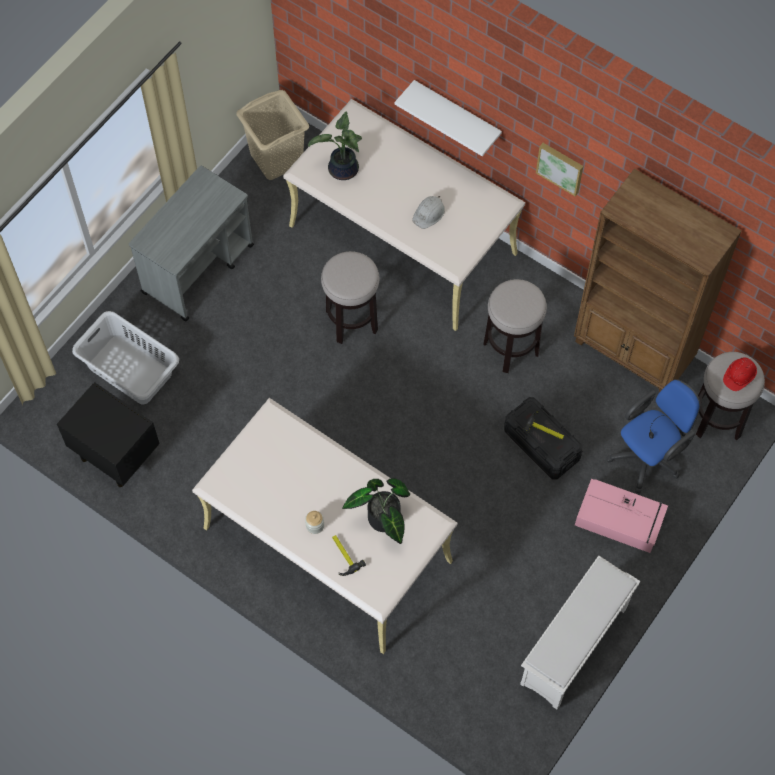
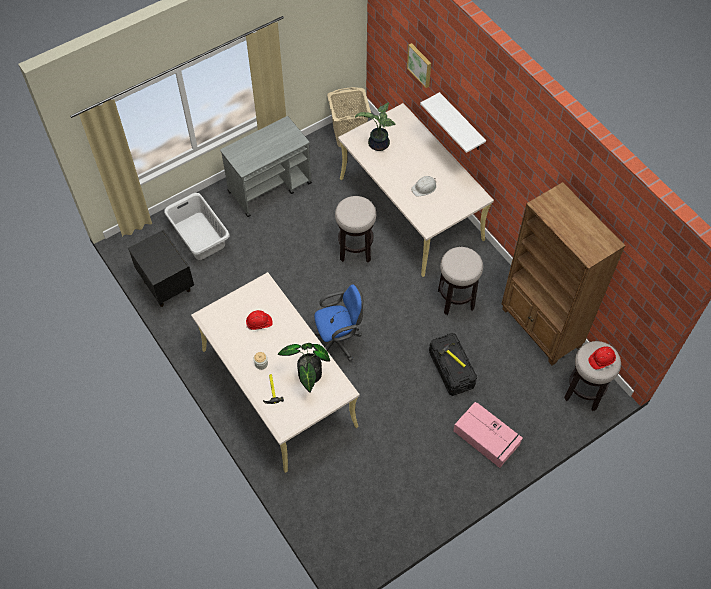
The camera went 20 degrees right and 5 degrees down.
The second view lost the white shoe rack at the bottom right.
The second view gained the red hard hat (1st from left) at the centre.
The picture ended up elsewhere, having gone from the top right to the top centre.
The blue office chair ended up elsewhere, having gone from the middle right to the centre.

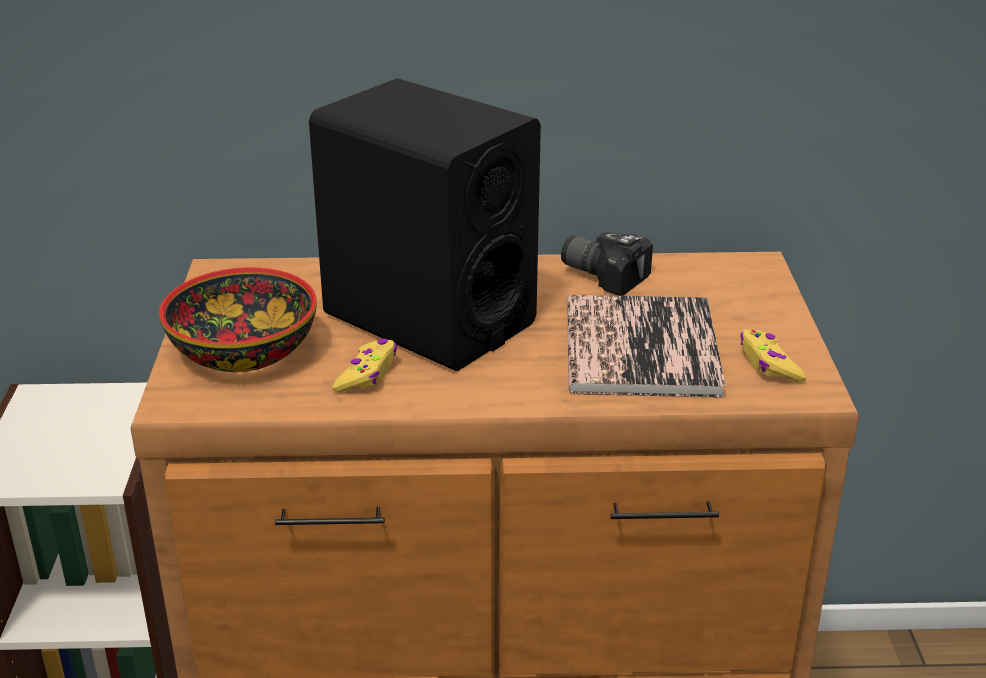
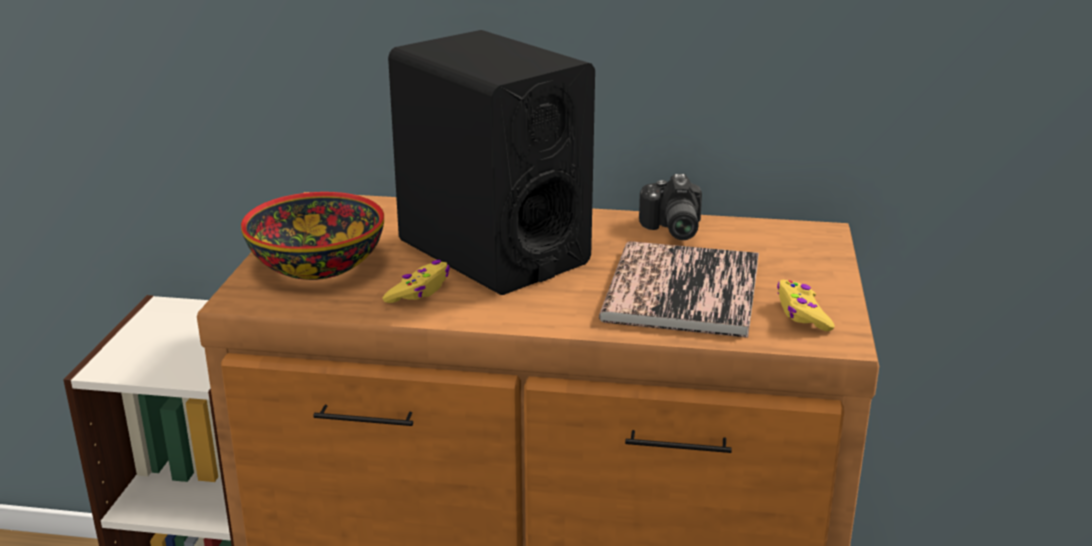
The camera went 10 degrees right and 5 degrees down.
The photo camera at the centre ended up facing another way, 135 degrees counterclockwise from before.

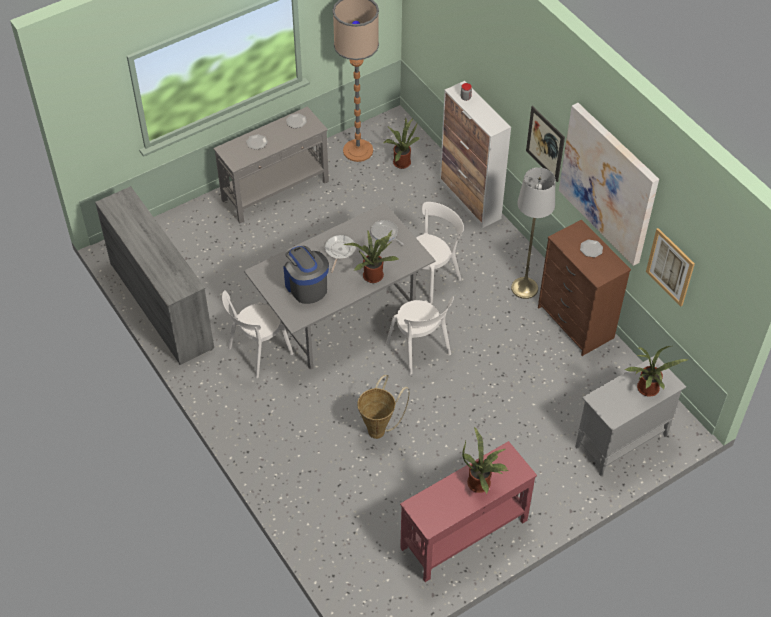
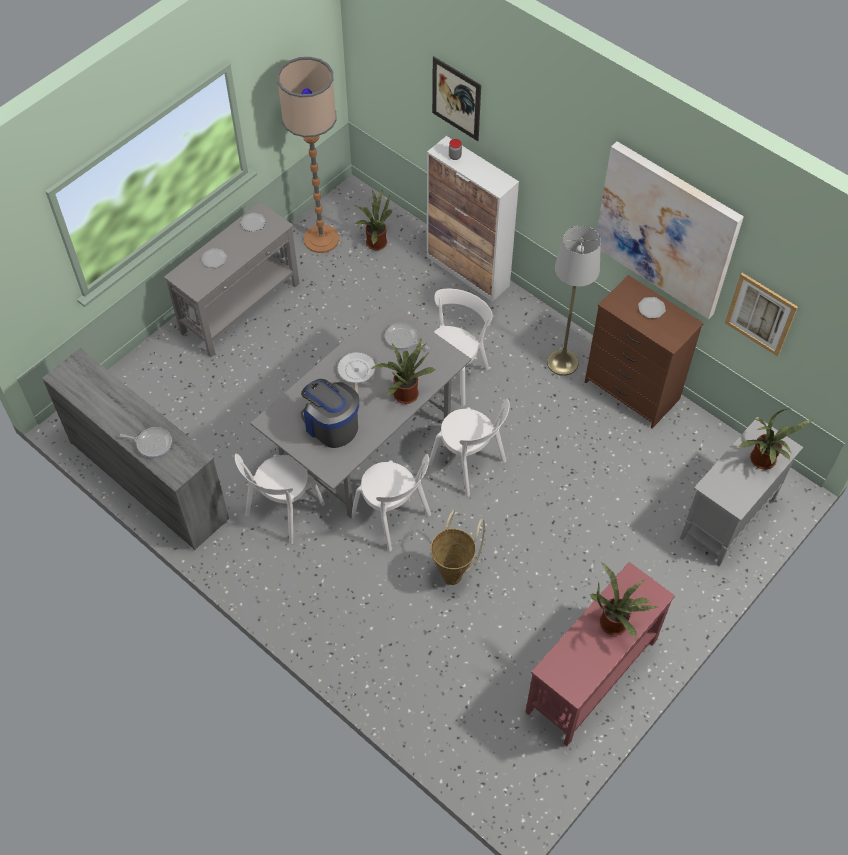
The camera went 15 degrees left and 5 degrees up.
The second view gained the frying pan (1st from left) at the middle left.
The second view gained the white chair (2nd from left) at the centre.
The picture (1st from left) ended up elsewhere, having gone from the top right to the top centre.

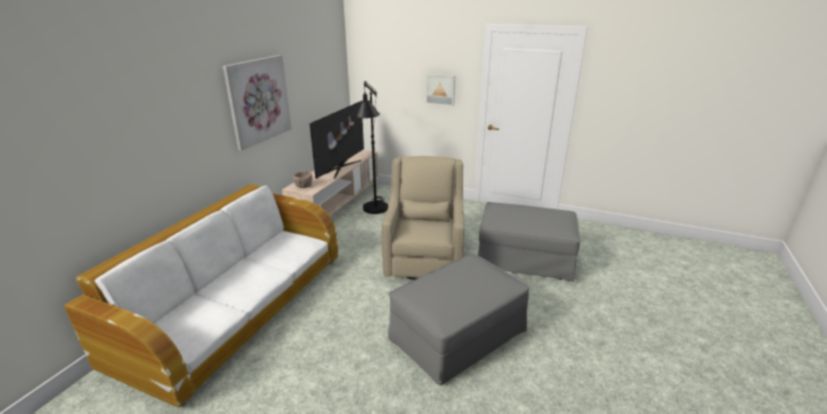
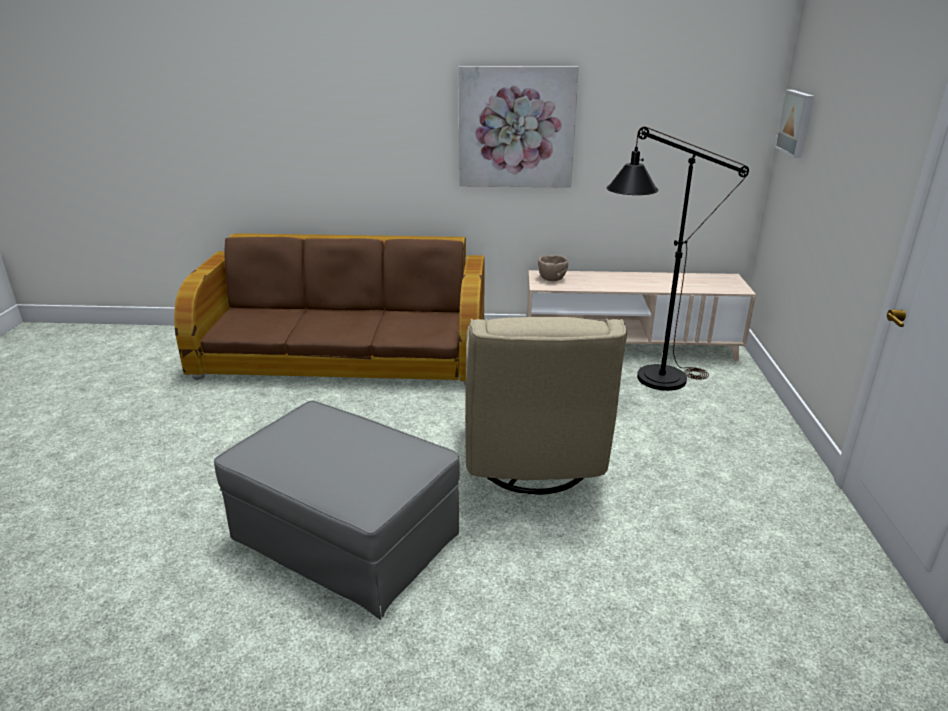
The camera went 70 degrees right and 0 degrees up.
The second view lost the television at the centre.
The second view lost the grey ottoman (2nd from left) at the centre.
The picture (2nd from left) ended up elsewhere, having gone from the top centre to the top right.
What was the white sofa at the bottom left turned into the brown sofa at the centre.
The beige armchair at the centre ended up facing another way, 105 degrees clockwise from before.

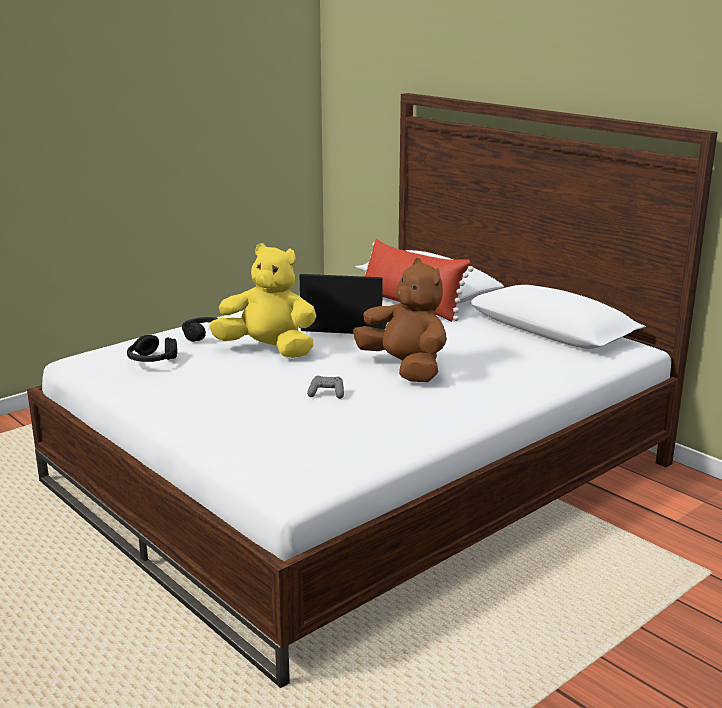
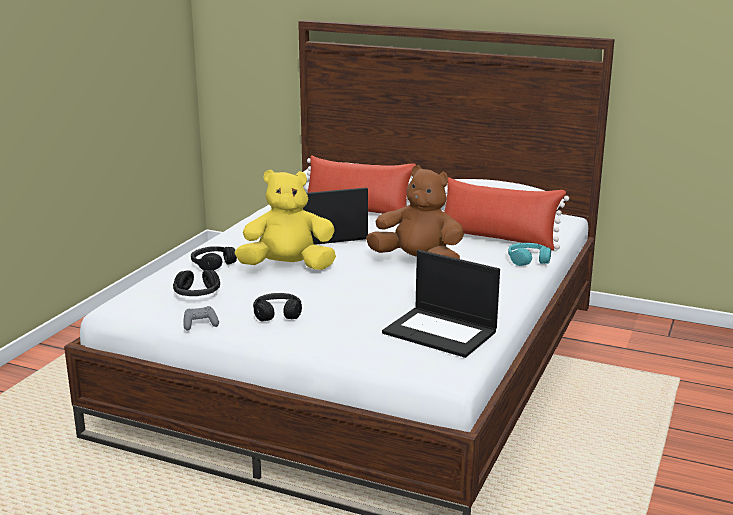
The camera went 25 degrees left and 0 degrees up.
The second view gained the black headphones (3rd from left) at the centre.
The second view gained the laptop (2nd from left) at the centre.
The second view gained the red pillow (2nd from left) at the middle right.
The second view gained the turquoise headphones at the middle right.
The grey game controller ended up elsewhere, having gone from the centre to the middle left.

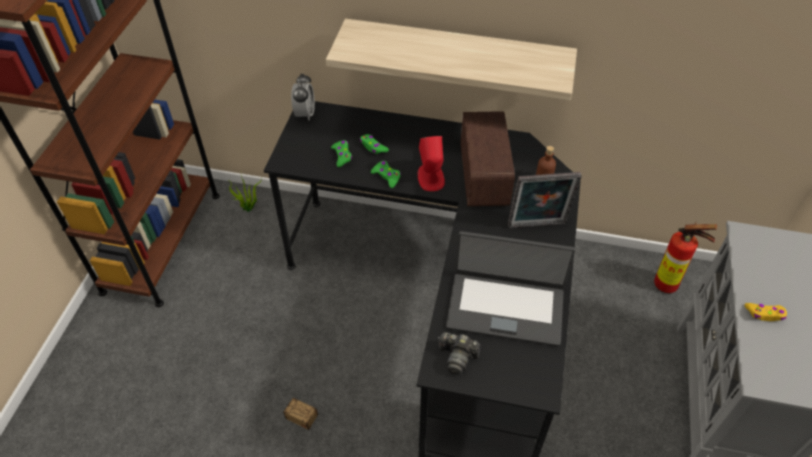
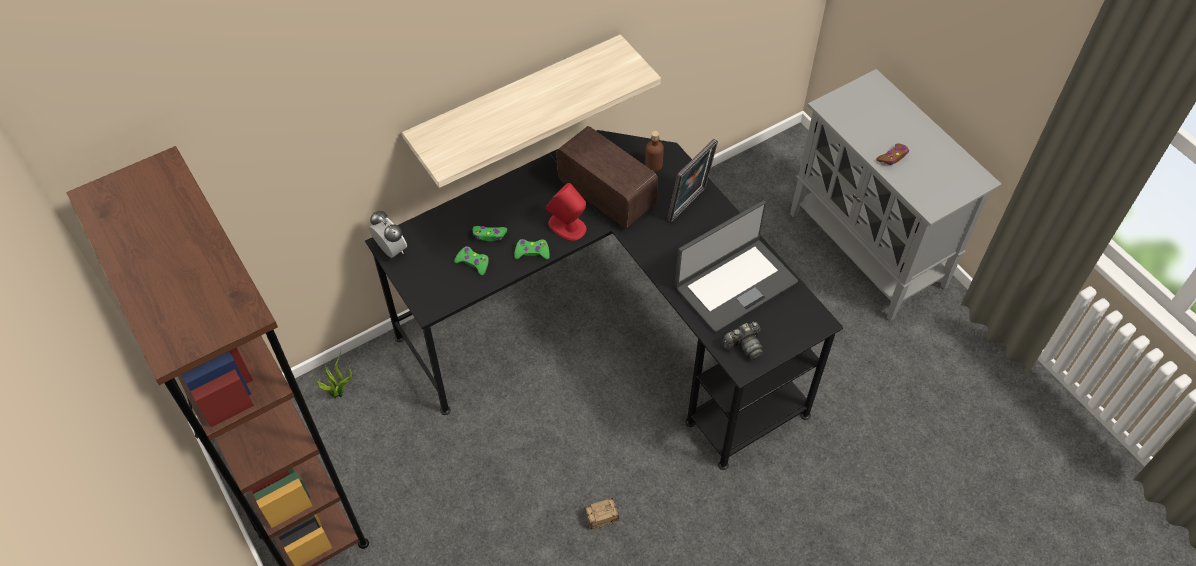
The camera went 45 degrees left and 5 degrees up.
The second view lost the fire extinguisher at the middle right.
What was the yellow game controller at the bottom right turned into the brown game controller at the top right.

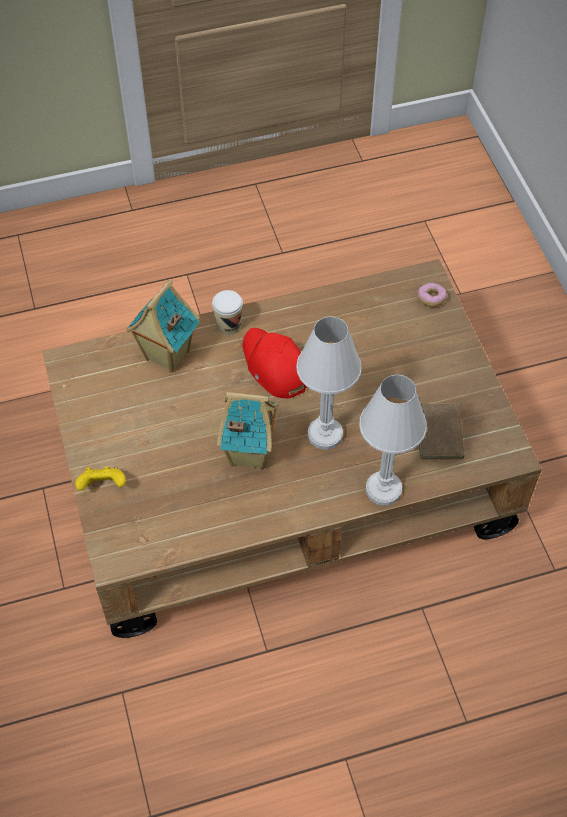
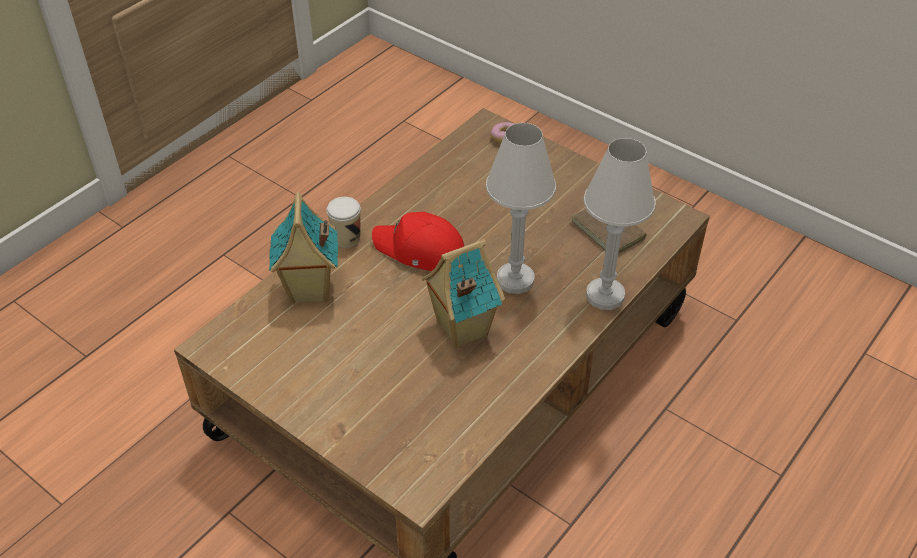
The camera went 35 degrees left and 10 degrees down.
The second view lost the yellow game controller at the middle left.

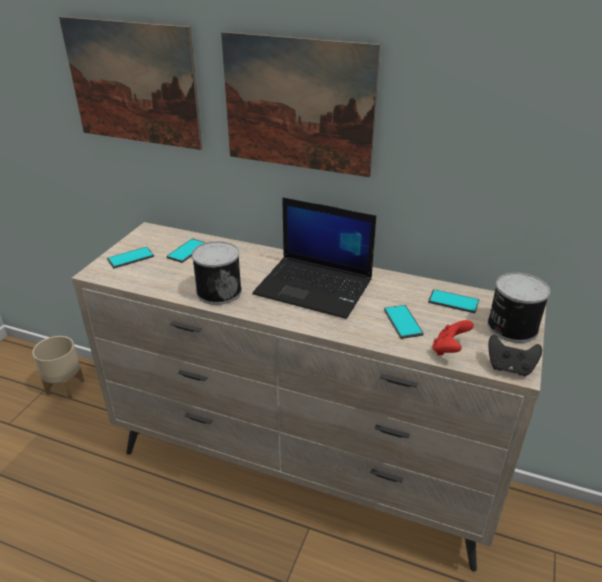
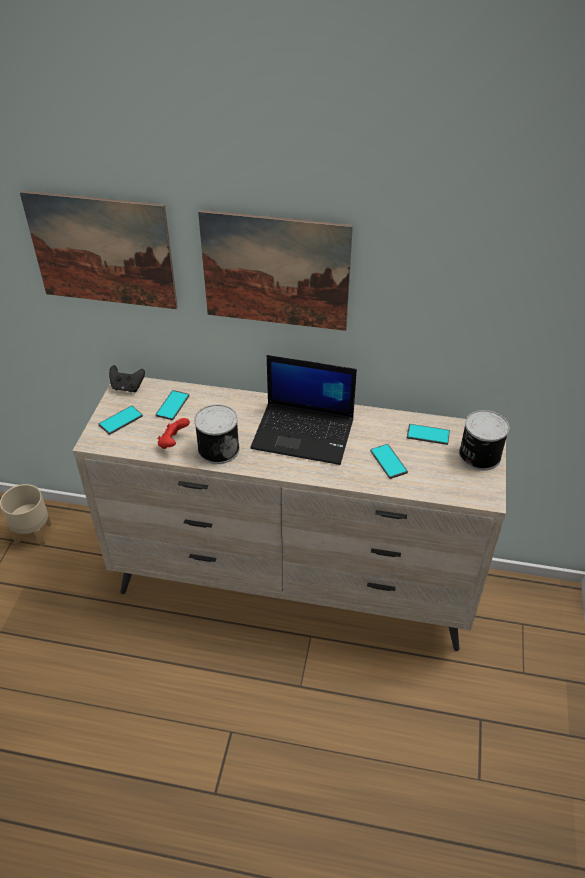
The camera went 10 degrees left and 10 degrees up.
The red game controller ended up elsewhere, having gone from the middle right to the middle left.
The black game controller ended up elsewhere, having gone from the middle right to the middle left.

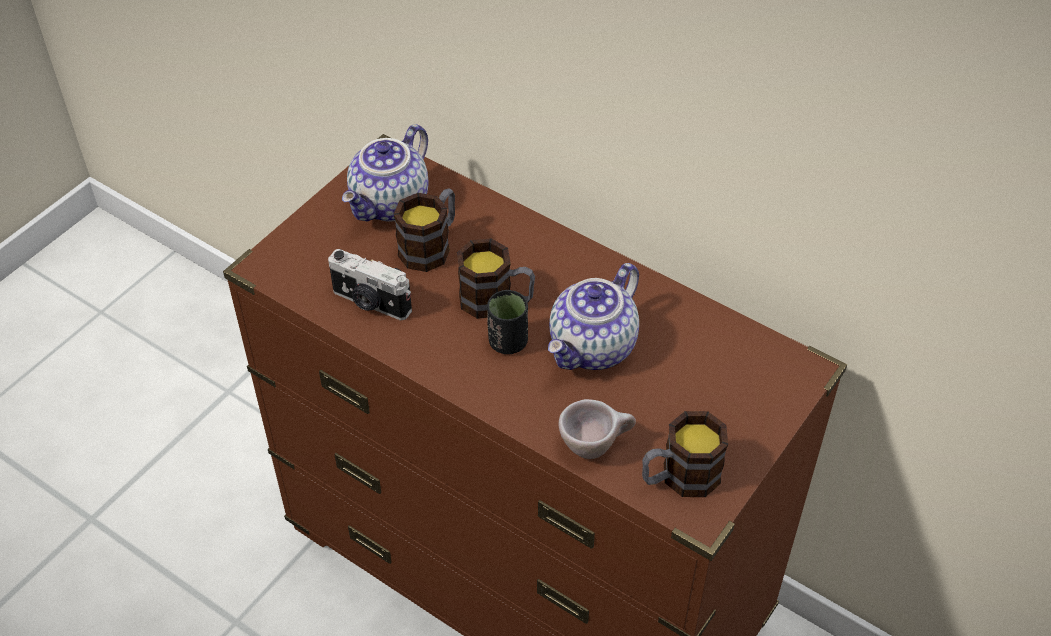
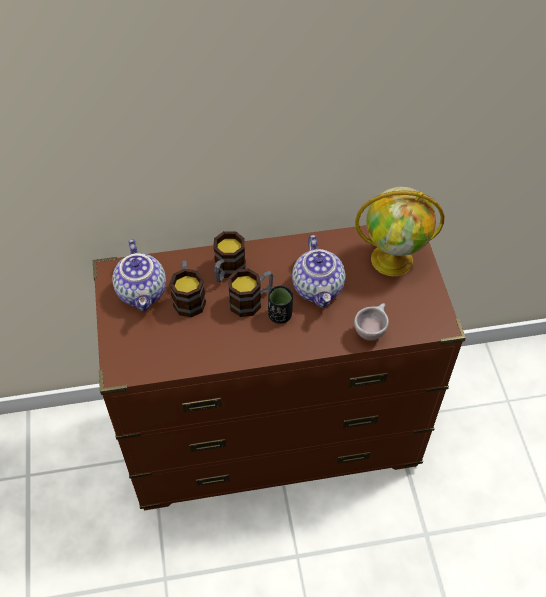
The camera went 45 degrees left and 5 degrees up.
The second view lost the photo camera at the centre.
The second view gained the globe at the middle right.
The mug (3rd from left in the first image) ended up elsewhere, having gone from the bottom centre to the centre.

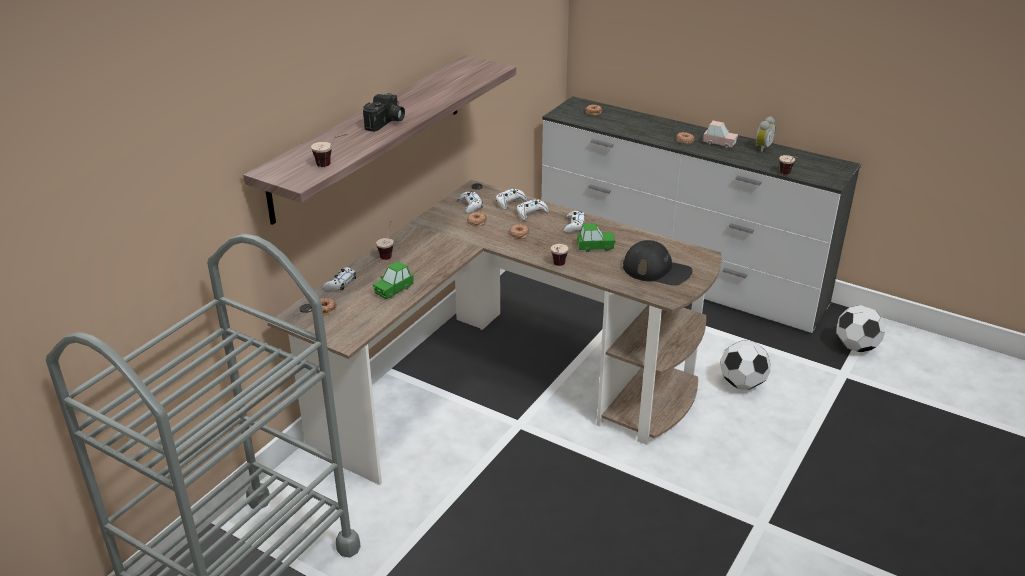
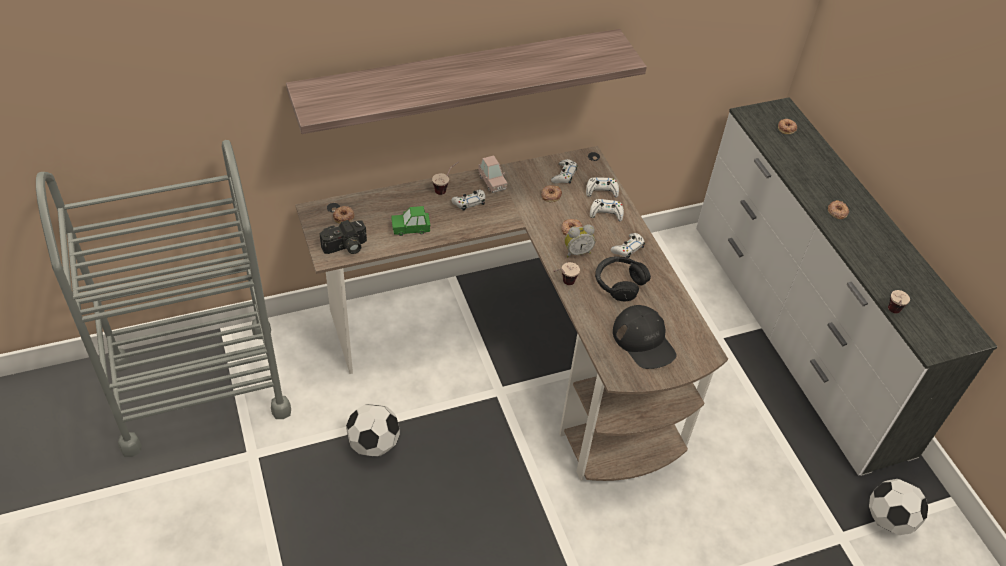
The camera went 35 degrees right and 15 degrees up.
The second view lost the cup (1st from left) at the top left.
The white game controller (1st from left) ended up elsewhere, having gone from the middle left to the centre.
The photo camera ended up elsewhere, having gone from the top centre to the centre.
The pink toy car ended up elsewhere, having gone from the top right to the top centre.
The football (1st from left) ended up elsewhere, having gone from the middle right to the bottom centre.
The alarm clock ended up elsewhere, having gone from the top right to the centre.
Where the green toy car (2nd from left) stood at the centre, the black headphones came to stand at the centre.

